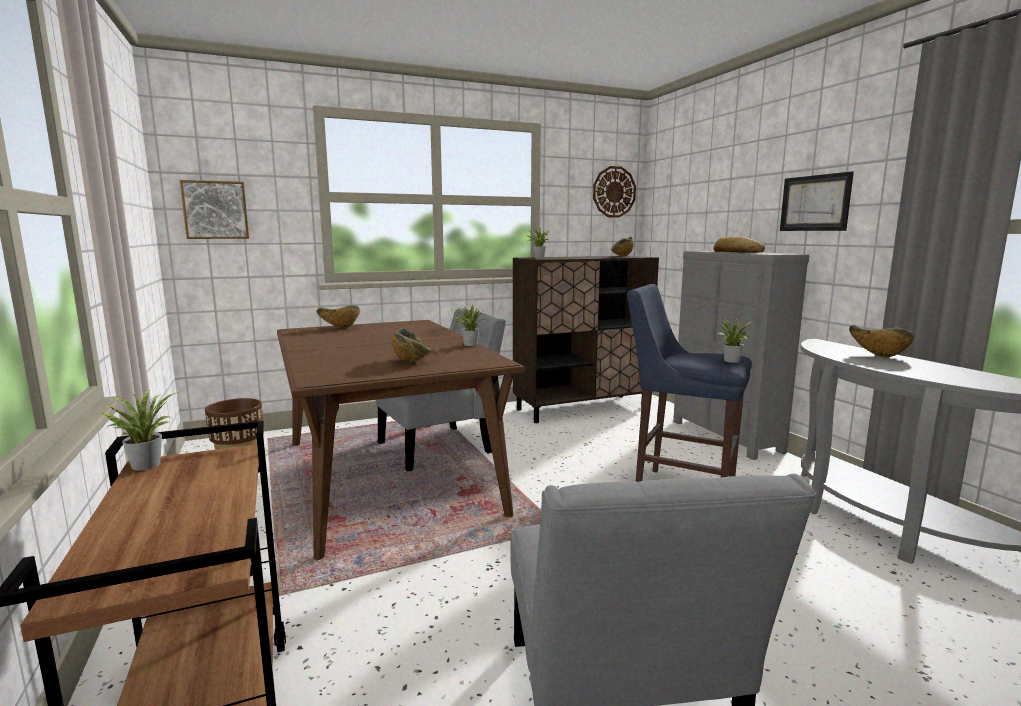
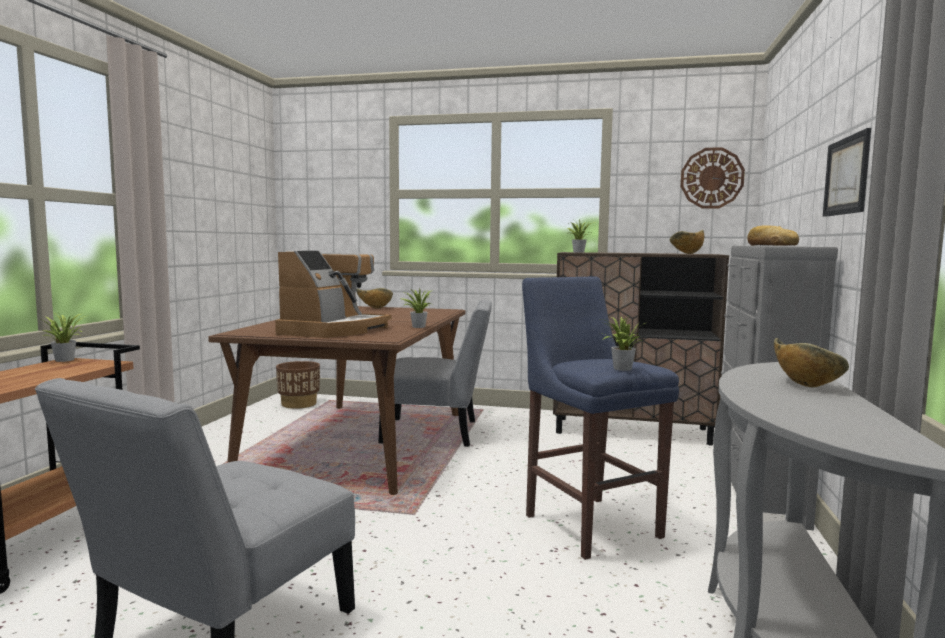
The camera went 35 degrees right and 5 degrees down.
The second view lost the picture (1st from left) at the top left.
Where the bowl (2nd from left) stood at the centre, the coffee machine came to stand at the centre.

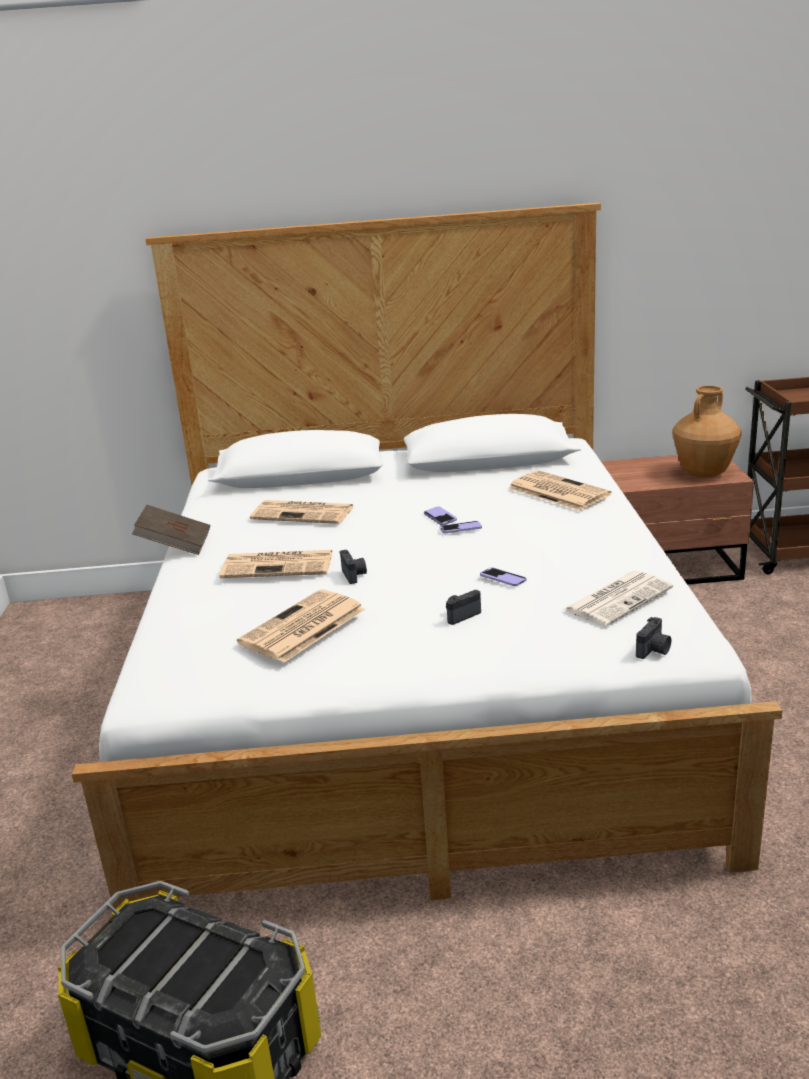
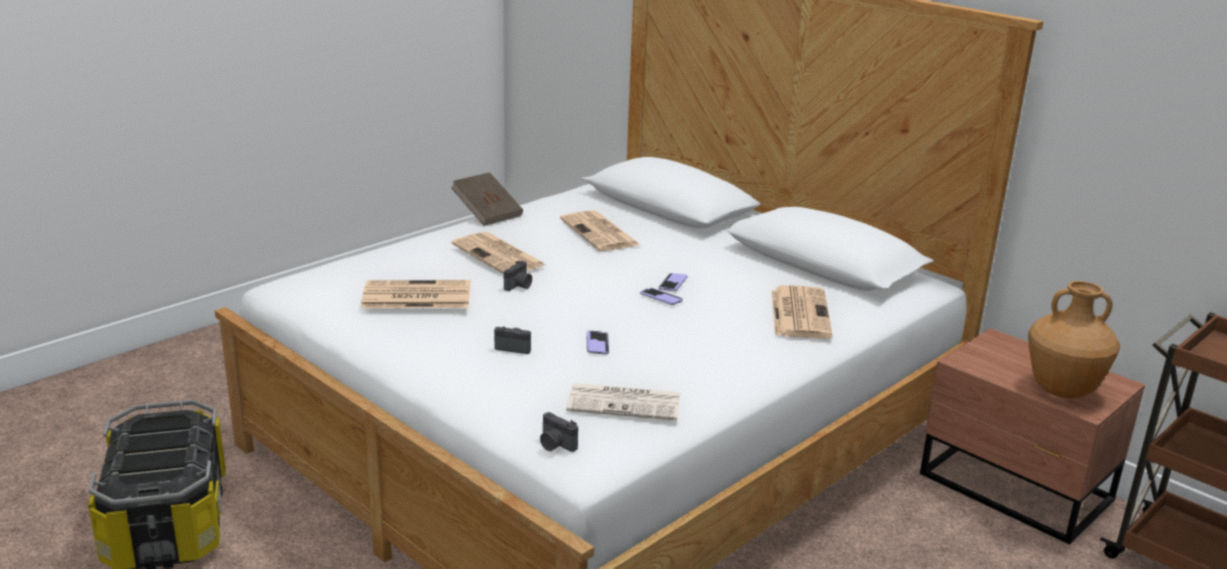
The camera went 45 degrees right and 0 degrees up.
The photo camera (3rd from left) at the middle right ended up facing another way, 45 degrees clockwise from before.

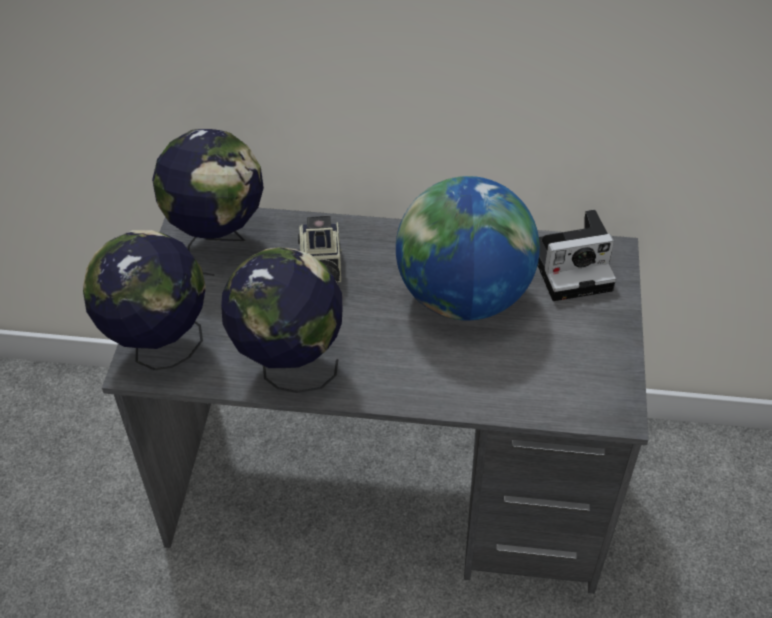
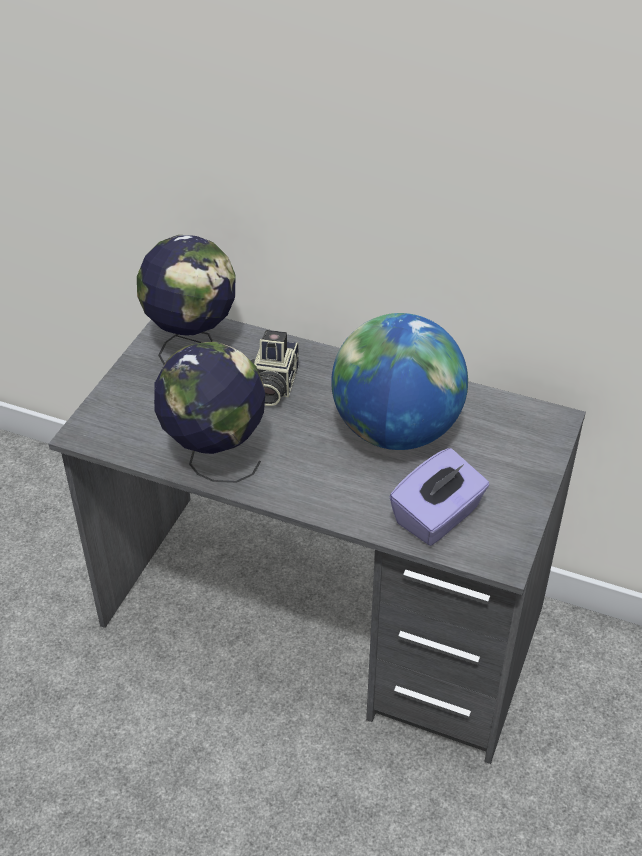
The camera went 15 degrees right and 5 degrees down.
The second view lost the globe (1st from left) at the middle left.
The second view lost the photo camera (2nd from left) at the middle right.
The second view gained the purple tissue box at the middle right.

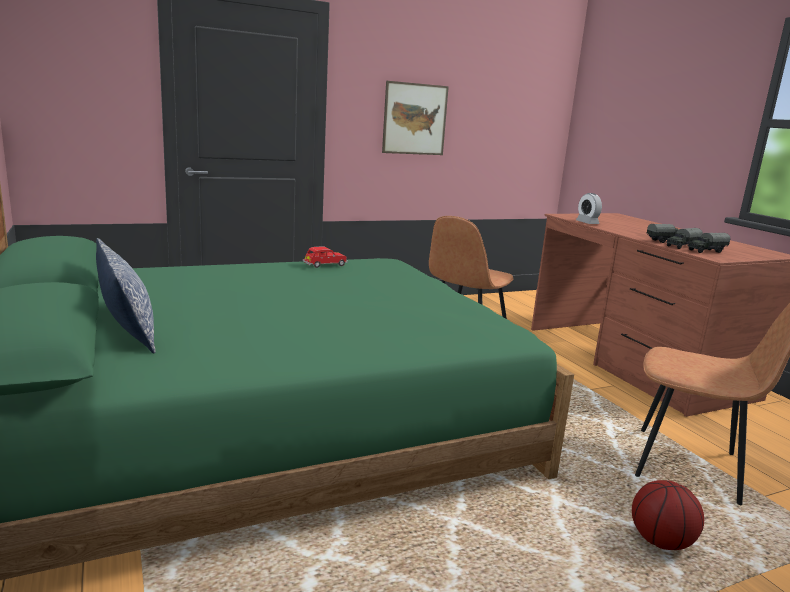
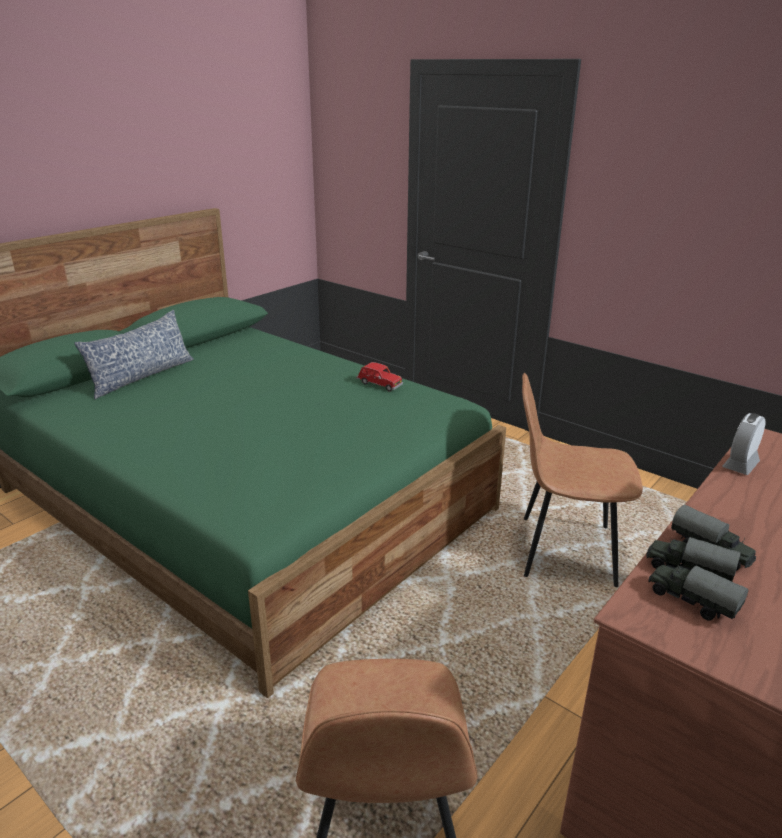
The camera went 65 degrees right and 10 degrees up.
The second view lost the picture at the top centre.
The second view lost the basketball at the bottom right.

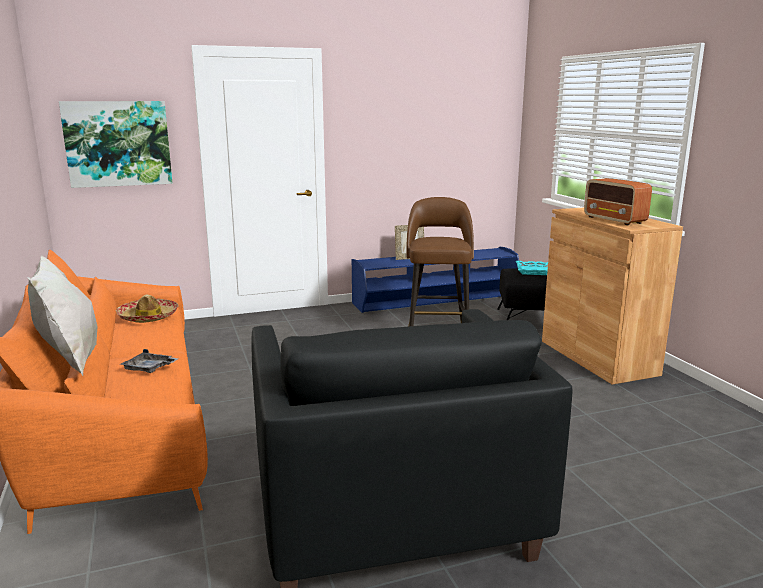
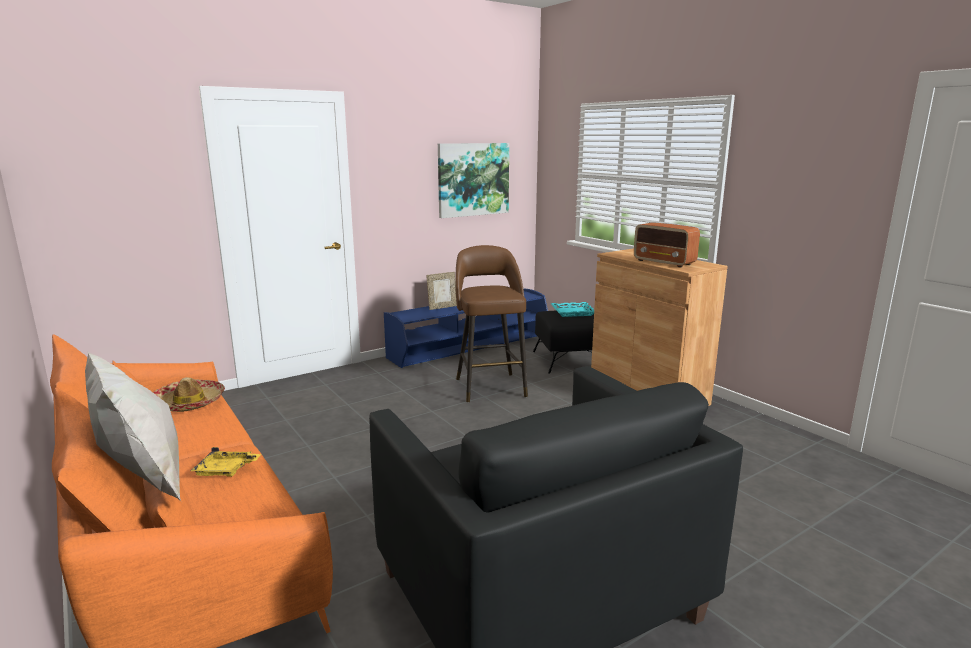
The camera went 15 degrees left and 0 degrees up.
The picture ended up elsewhere, having gone from the top left to the top centre.
What was the grey tray at the middle left turned into the yellow tray at the bottom left.

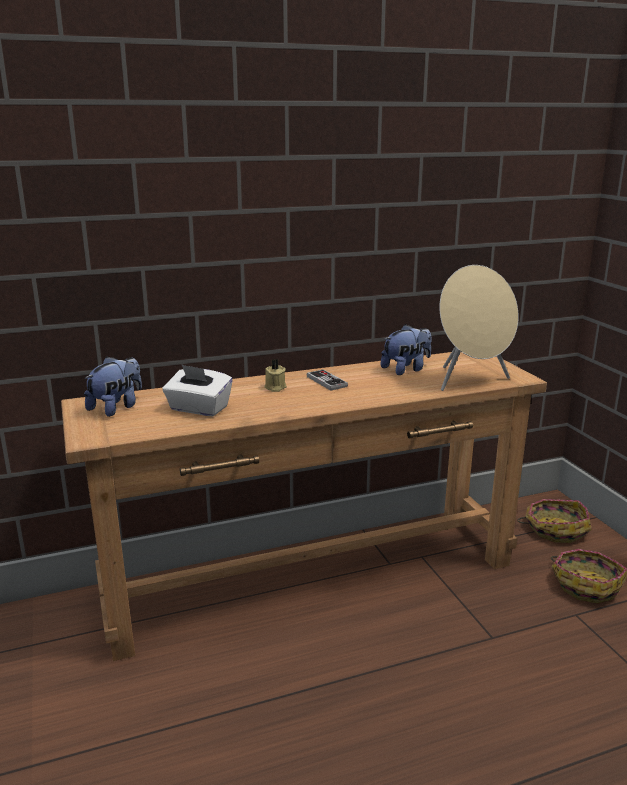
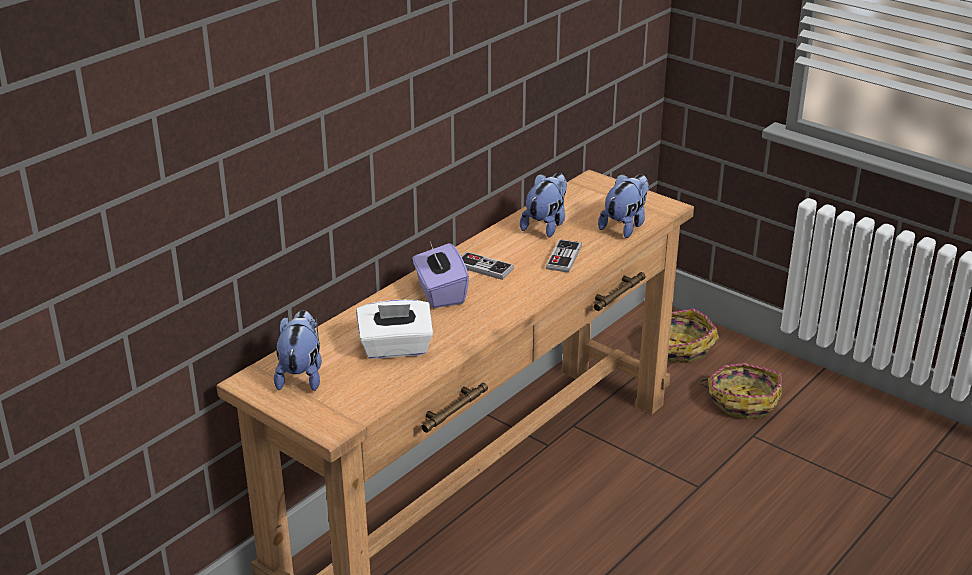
The camera went 30 degrees left and 10 degrees up.
The second view gained the game controller (2nd from left) at the centre.
Where the beige candle stood at the centre, the purple tissue box came to stand at the centre.
Where the beige speaker stood at the middle right, the plush toy (3rd from left) came to stand at the centre.

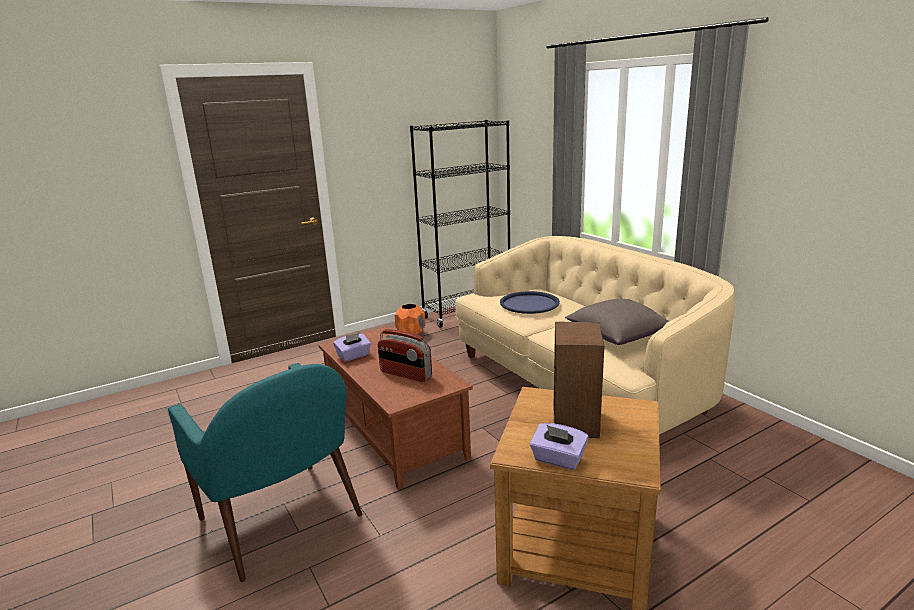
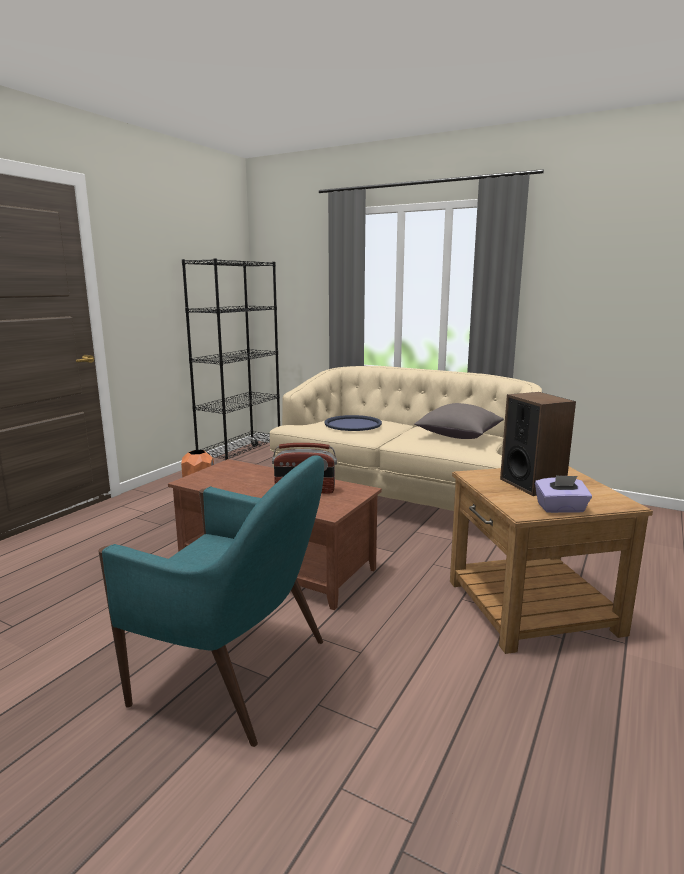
The camera went 30 degrees left and 5 degrees down.
The second view lost the purple tissue box (1st from left) at the centre.

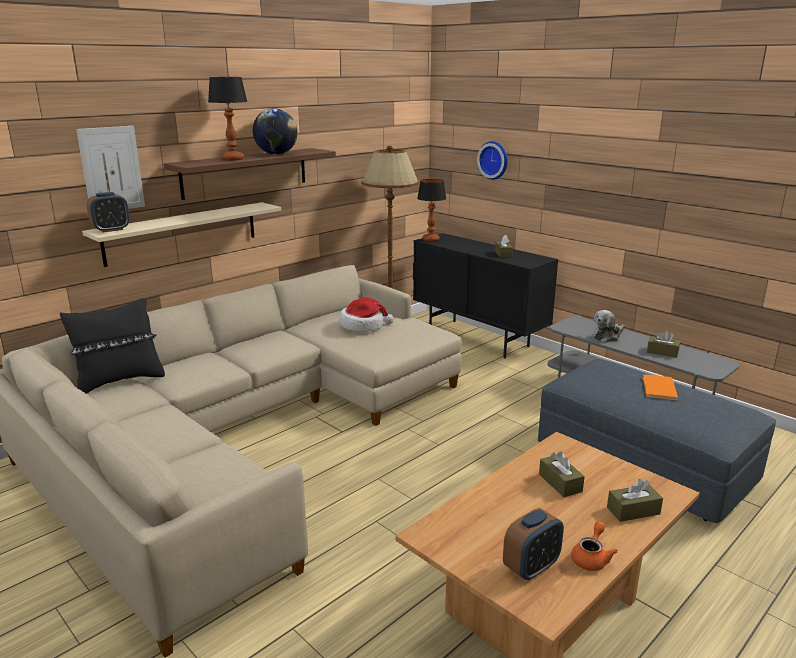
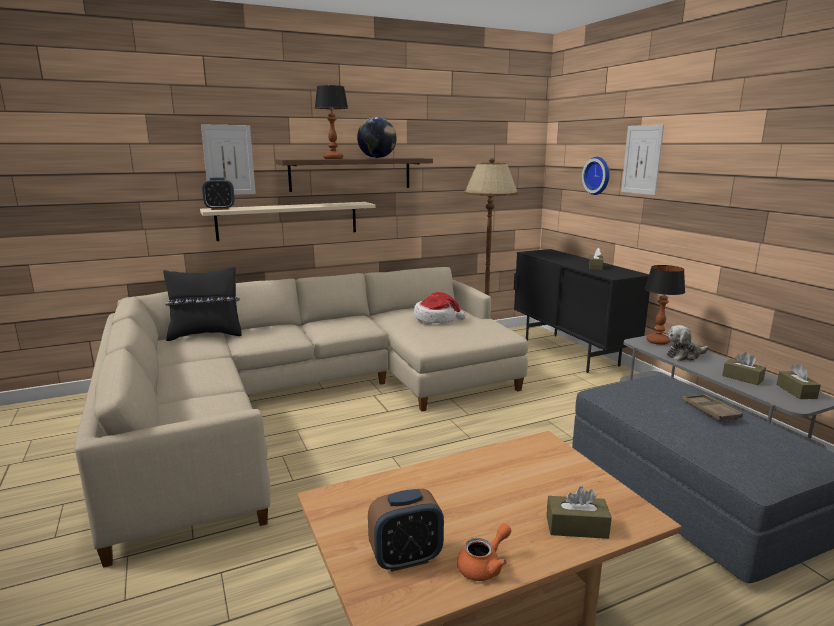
The camera went 20 degrees right and 5 degrees down.
The second view gained the picture (2nd from left) at the top right.
The table lamp (2nd from left) ended up elsewhere, having gone from the top centre to the middle right.
The brown tissue box (2nd from left in the first image) ended up elsewhere, having gone from the bottom right to the middle right.
Where the orange book stood at the middle right, the brown tray came to stand at the middle right.

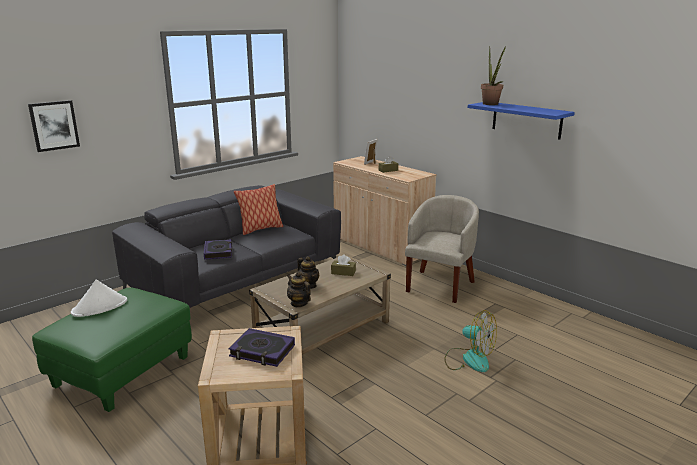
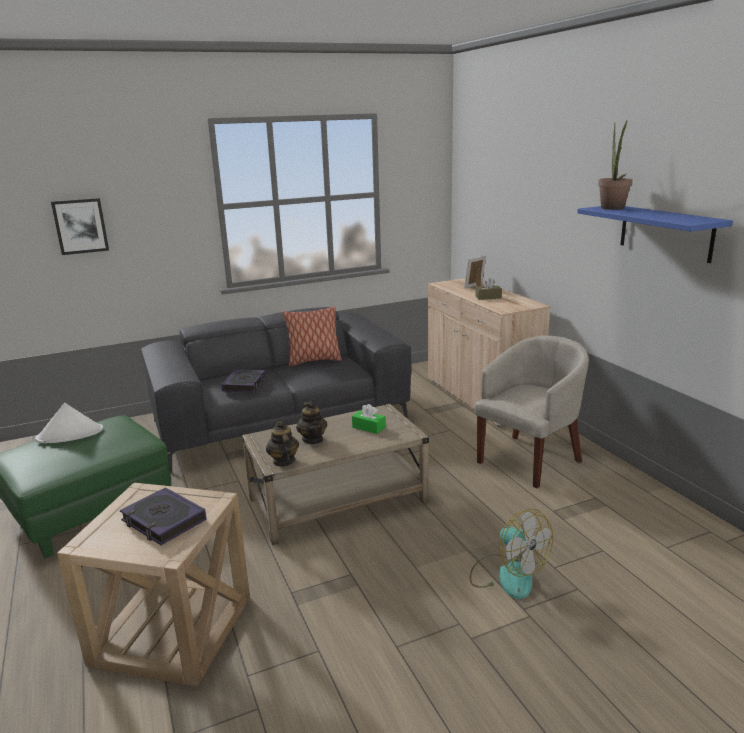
The camera went 20 degrees right and 0 degrees up.
What was the brown tissue box (1st from left) at the centre turned into the green tissue box at the centre.

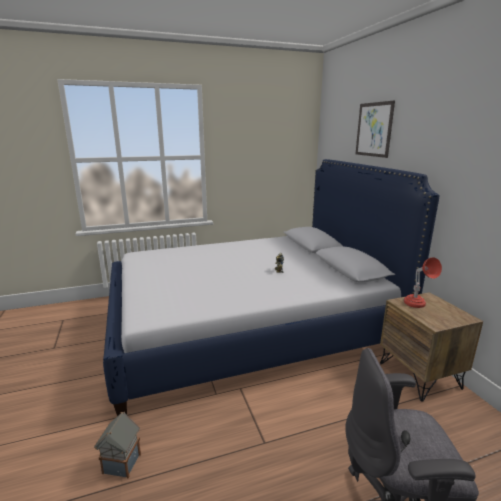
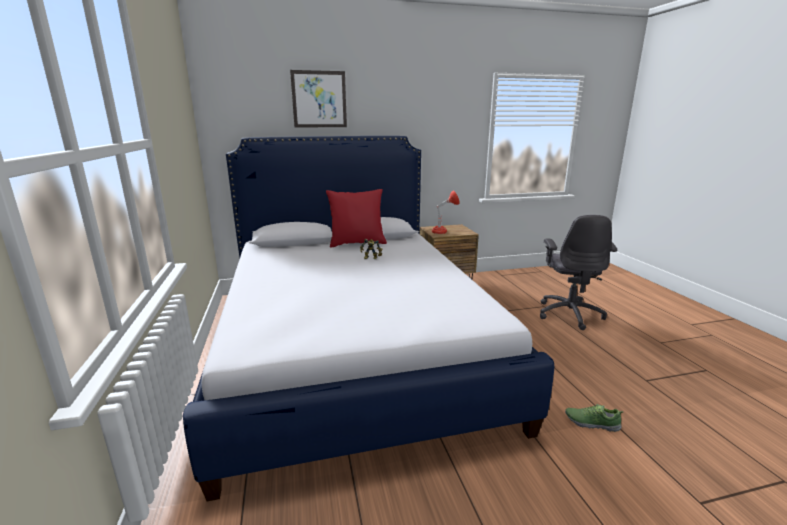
The camera went 85 degrees left and 0 degrees up.
The second view gained the red pillow at the centre.
Where the toy house stood at the bottom left, the shoe came to stand at the bottom right.

